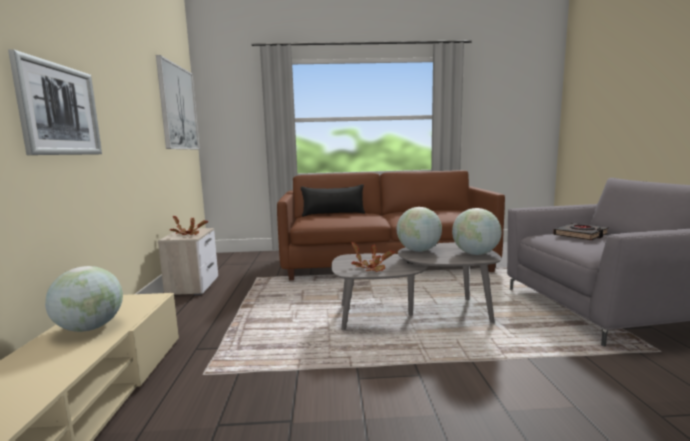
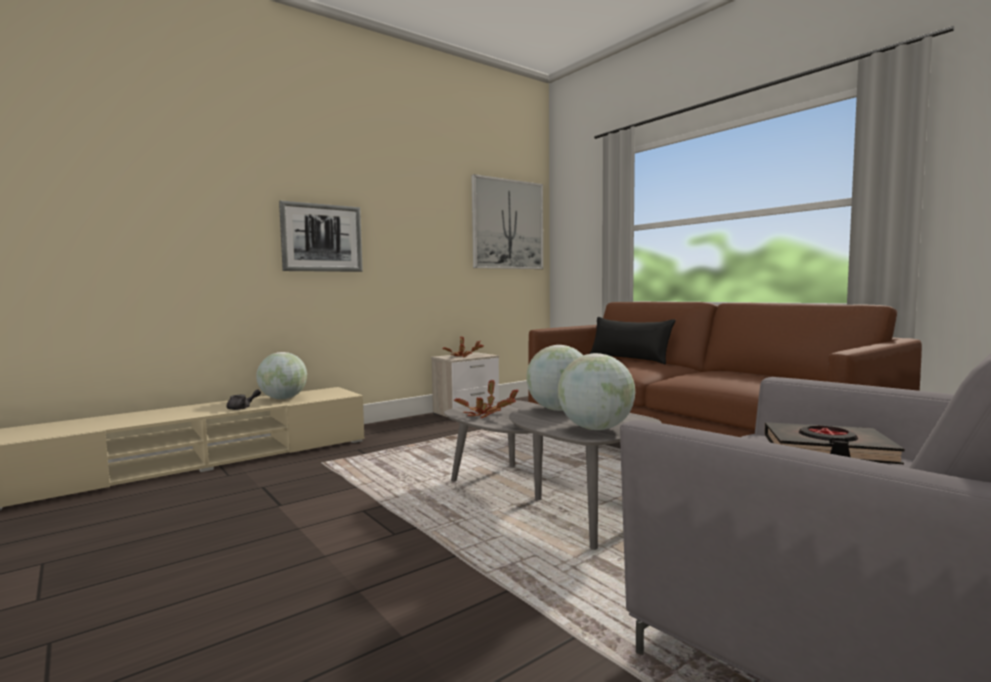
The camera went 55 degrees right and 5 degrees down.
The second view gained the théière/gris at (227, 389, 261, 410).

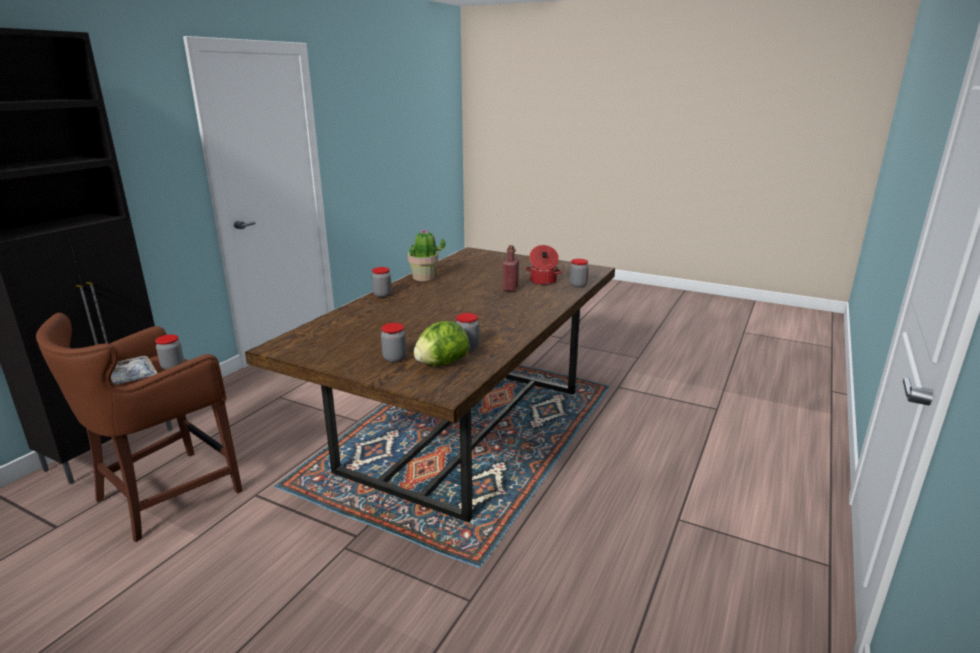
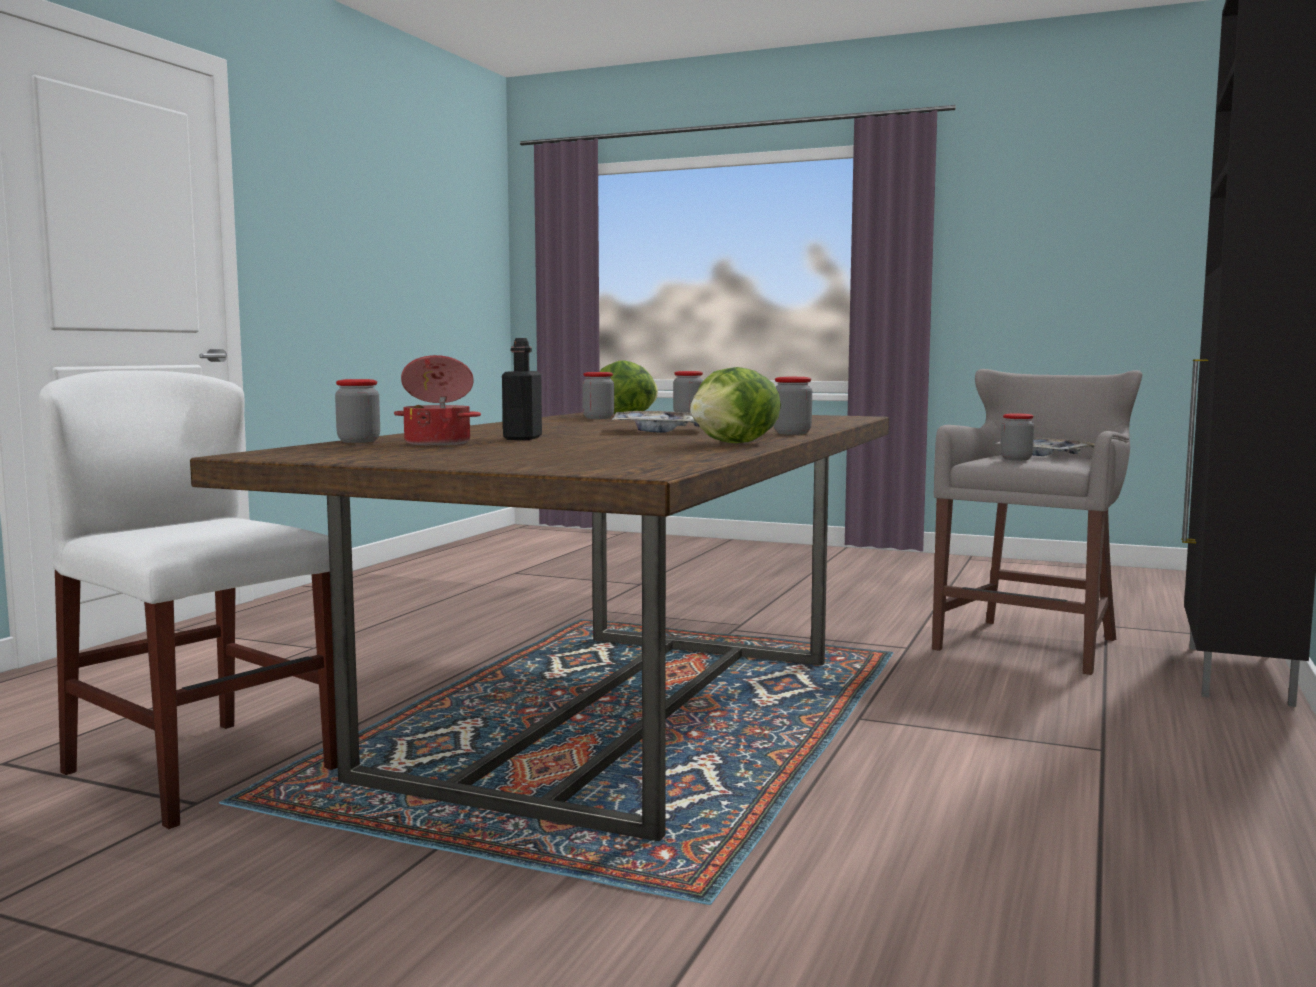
The camera went 175 degrees right and 15 degrees down.
Where the plante en pot stood at (408, 229, 445, 281), the laitue came to stand at (690, 367, 781, 443).
What was the bouteille/rouge at (502, 245, 519, 292) turned into the bouteille/noir at (502, 338, 542, 440).
What was the tabouret/marron at (36, 313, 243, 542) turned into the tabouret/gris at (932, 369, 1142, 675).
The second view gained the chaise/blanc at (39, 370, 338, 829).
The second view gained the plateau at (612, 411, 700, 433).

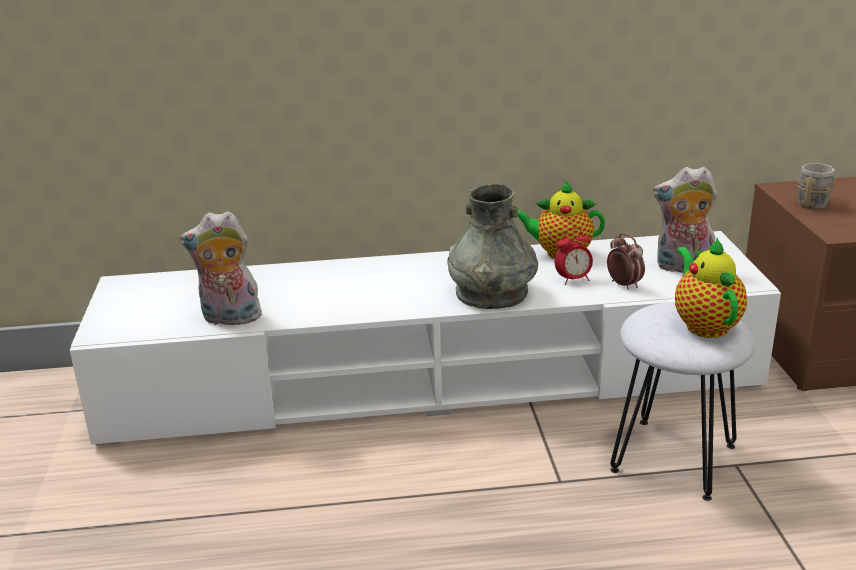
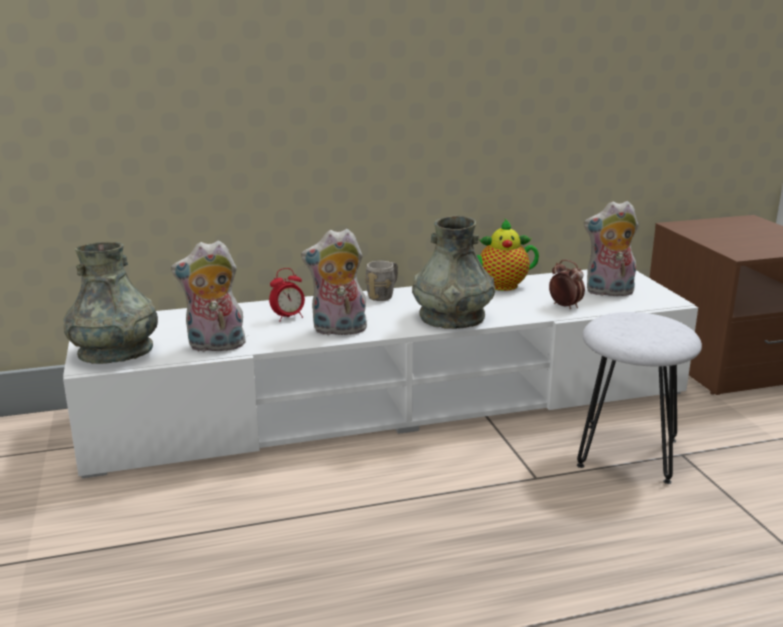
The camera went 10 degrees left and 5 degrees down.
The mug/gris ended up elsewhere, having gone from (797, 163, 834, 209) to (365, 261, 398, 301).
The réveil ended up elsewhere, having gone from (555, 227, 593, 285) to (269, 268, 305, 322).
The second view lost the théière at (675, 238, 747, 338).
The second view gained the peluche at (301, 229, 367, 335).
The second view gained the vase/gris at (64, 242, 158, 364).

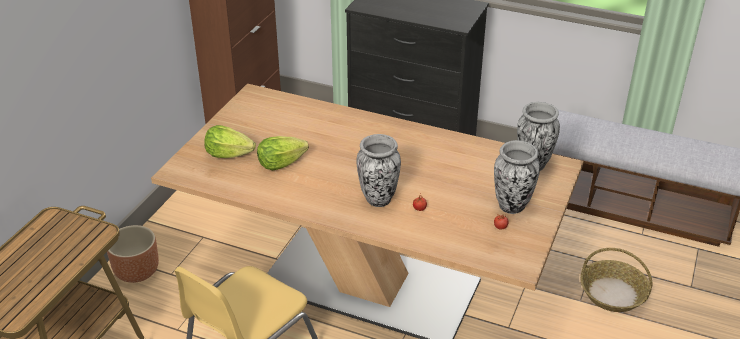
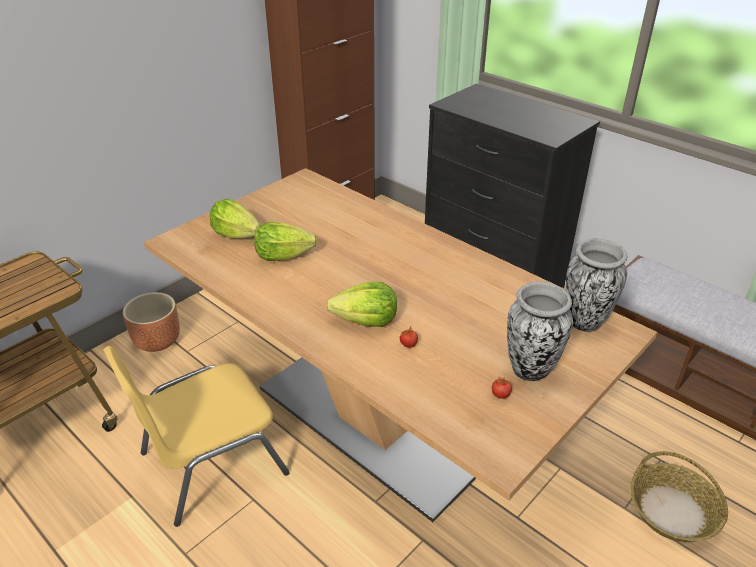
The camera went 20 degrees right and 0 degrees up.
Where the vase stood at (356, 134, 401, 207), the laitue came to stand at (326, 282, 397, 327).

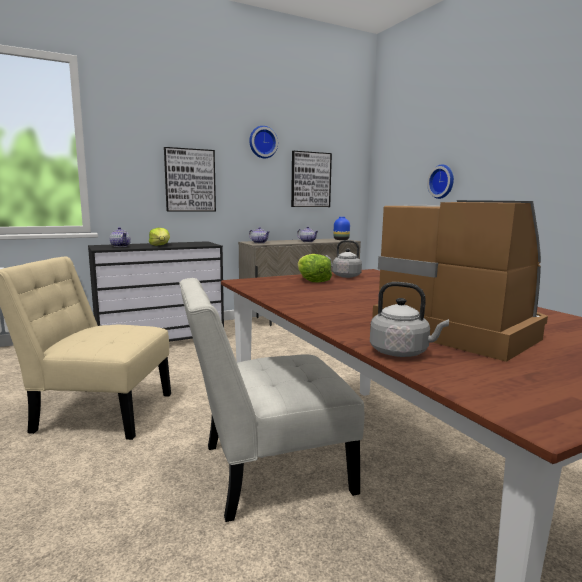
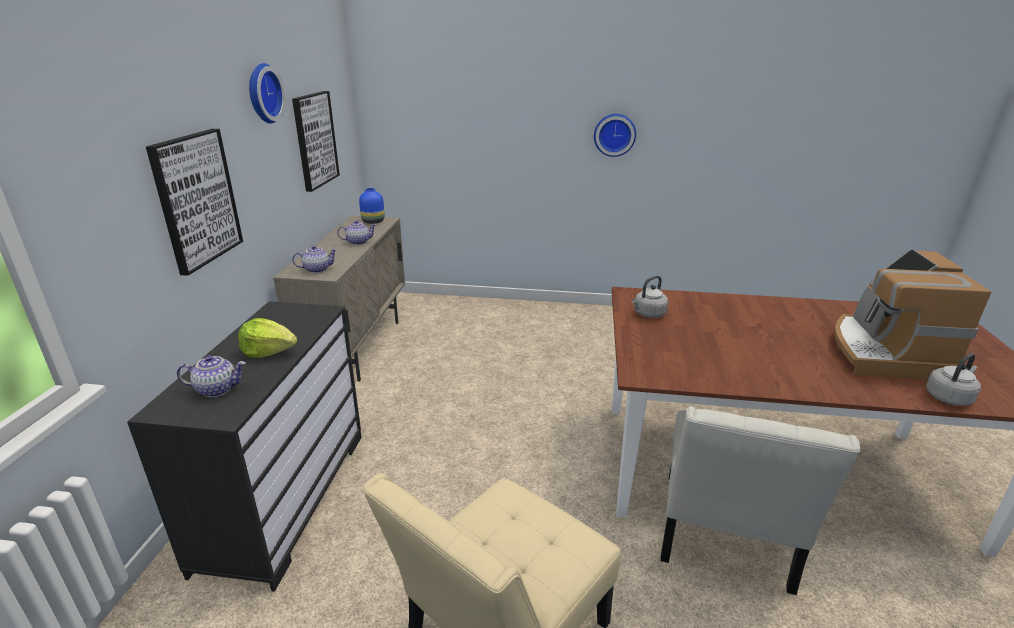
The camera went 55 degrees left and 15 degrees up.
The horloge murale ended up elsewhere, having gone from (427, 164, 454, 199) to (594, 114, 636, 157).
The machine à café at (372, 200, 548, 362) ended up facing another way, 75 degrees counterclockwise from before.
The second view lost the laitue at (298, 254, 332, 283).

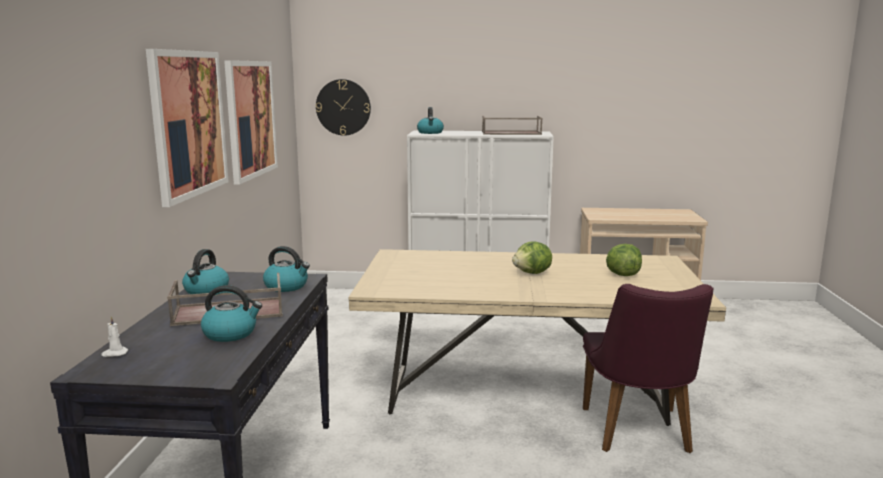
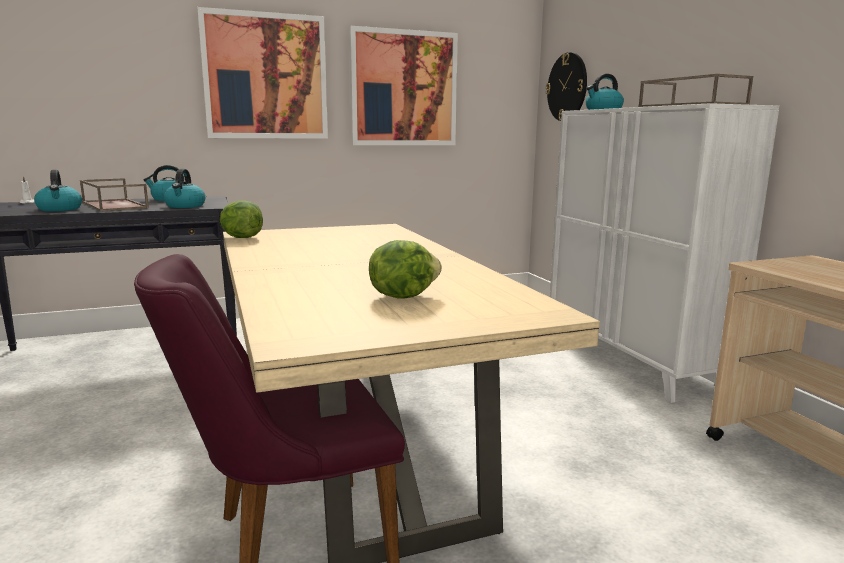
The camera went 65 degrees right and 0 degrees up.
The laitue ended up elsewhere, having gone from (512, 241, 552, 274) to (220, 201, 263, 238).

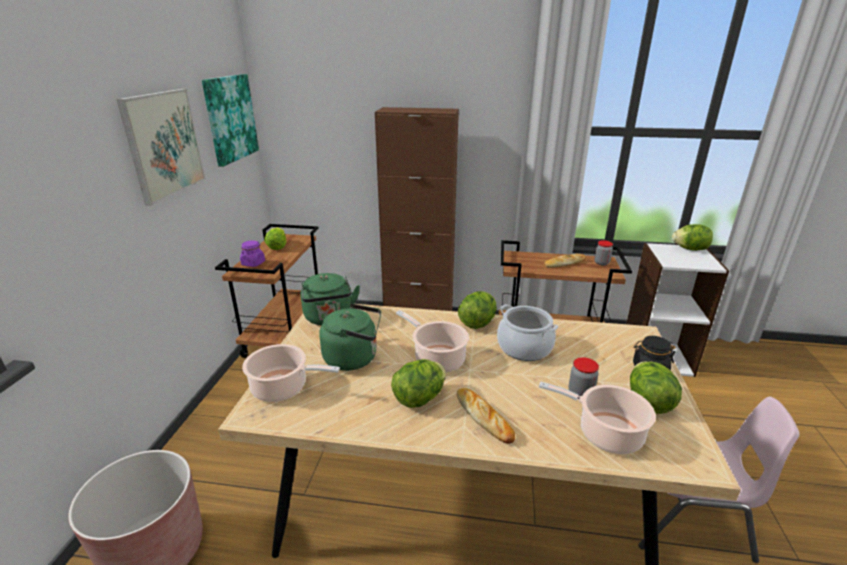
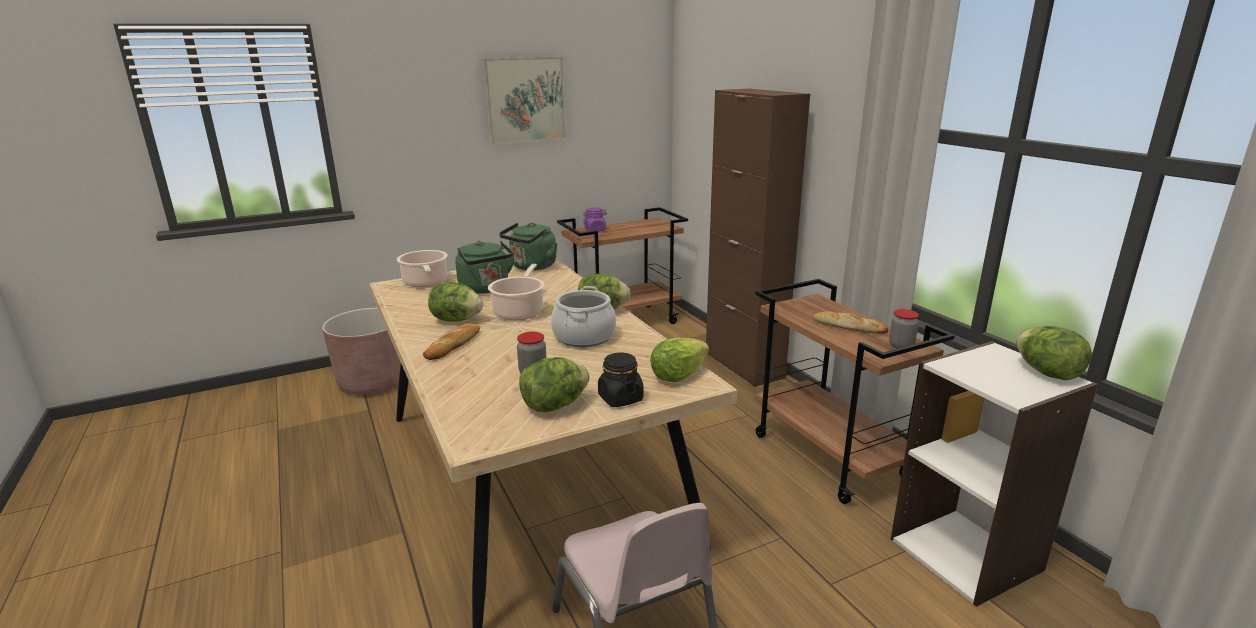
The camera went 55 degrees right and 5 degrees down.
The second view lost the tableau at (202, 74, 259, 167).
The laitue ended up elsewhere, having gone from (264, 227, 287, 250) to (650, 338, 709, 382).
The second view lost the marmite at (539, 382, 656, 454).

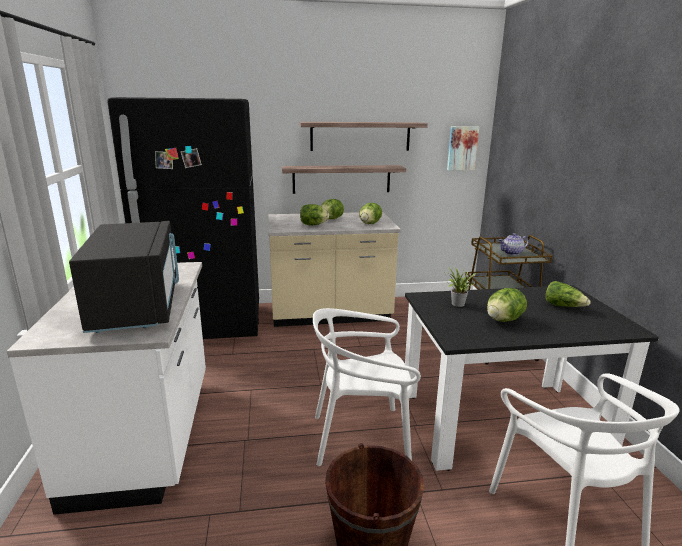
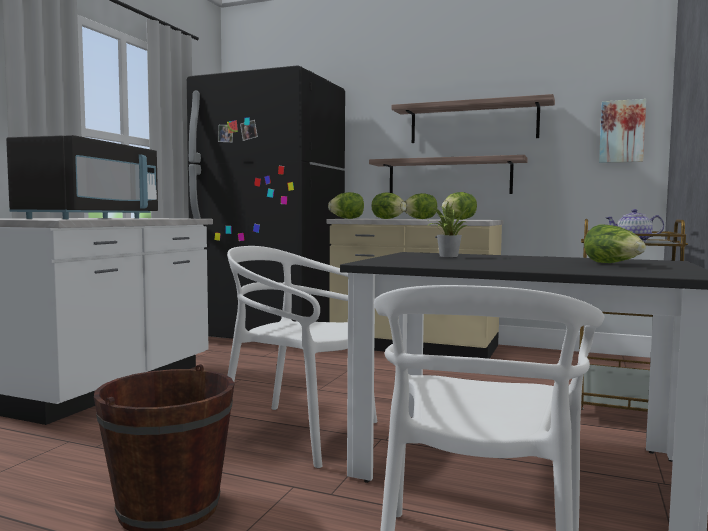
The camera went 30 degrees right and 15 degrees down.
The laitue ended up elsewhere, having gone from (487, 288, 527, 322) to (328, 192, 364, 219).

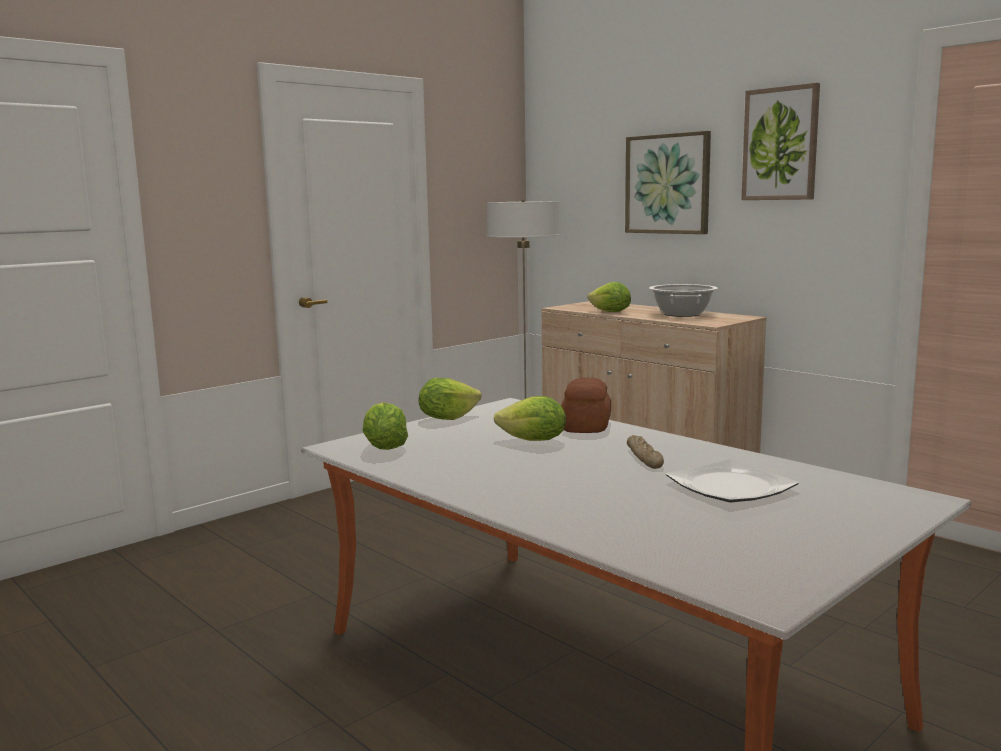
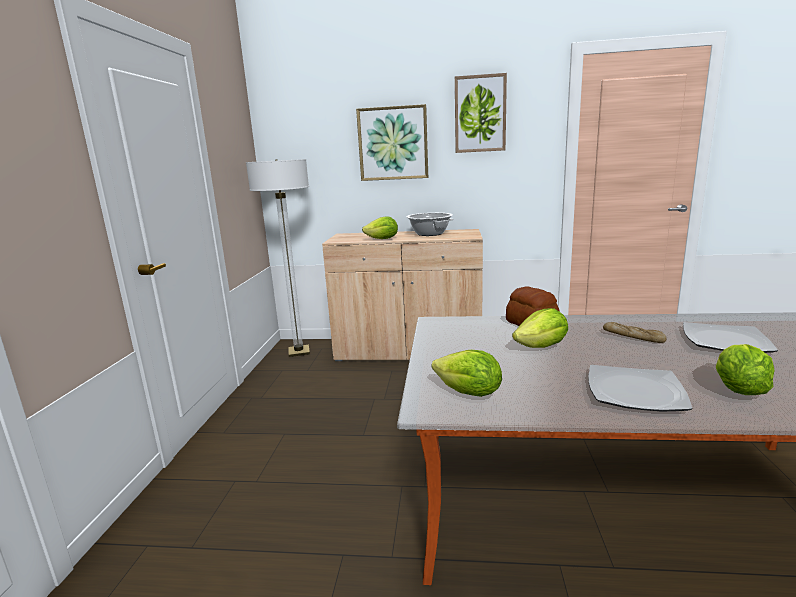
The camera went 40 degrees left and 5 degrees up.
The laitue ended up elsewhere, having gone from (419, 378, 481, 420) to (716, 344, 775, 395).
The second view gained the assiette at (588, 365, 692, 412).

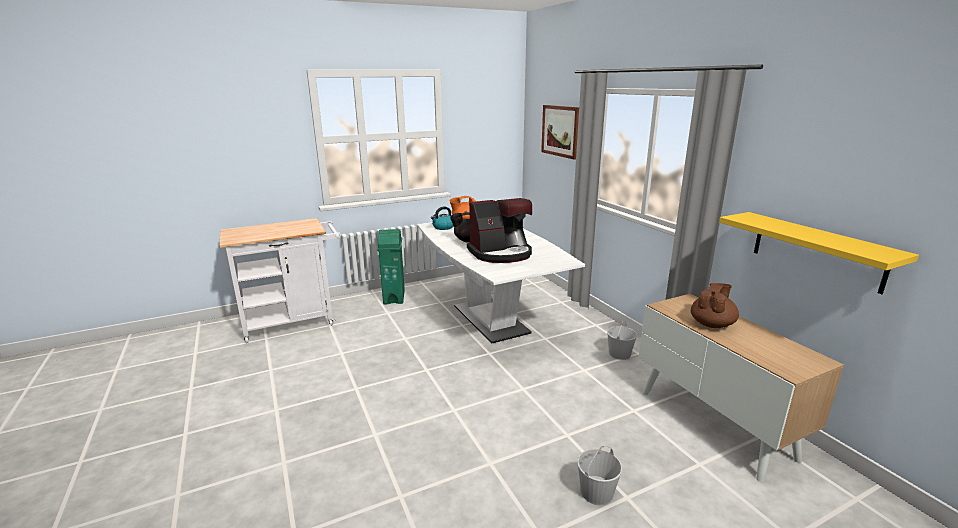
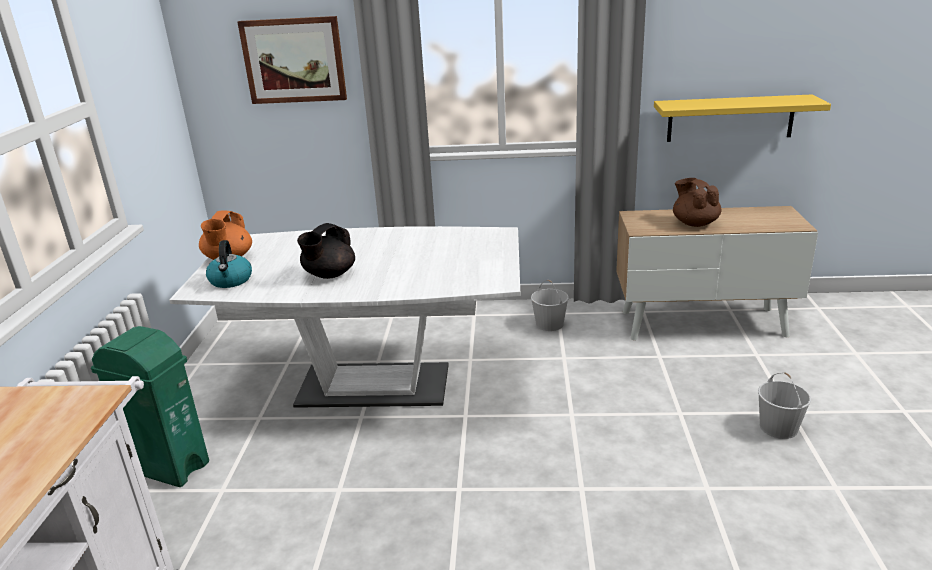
The camera went 60 degrees left and 5 degrees up.
The second view lost the machine à café at (467, 198, 532, 263).

